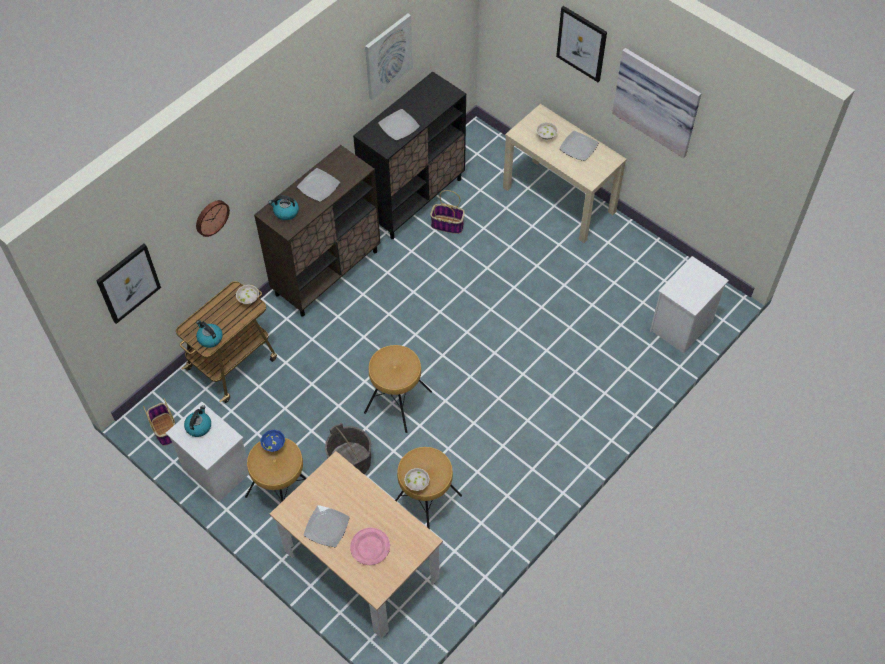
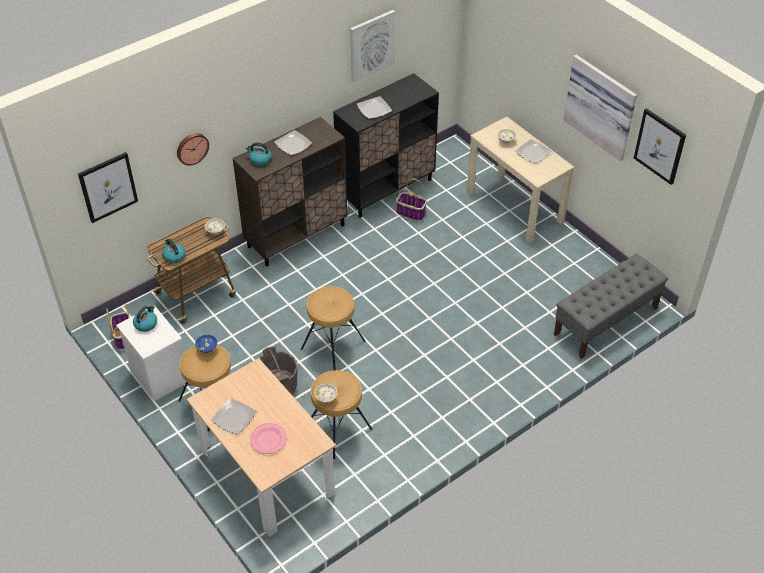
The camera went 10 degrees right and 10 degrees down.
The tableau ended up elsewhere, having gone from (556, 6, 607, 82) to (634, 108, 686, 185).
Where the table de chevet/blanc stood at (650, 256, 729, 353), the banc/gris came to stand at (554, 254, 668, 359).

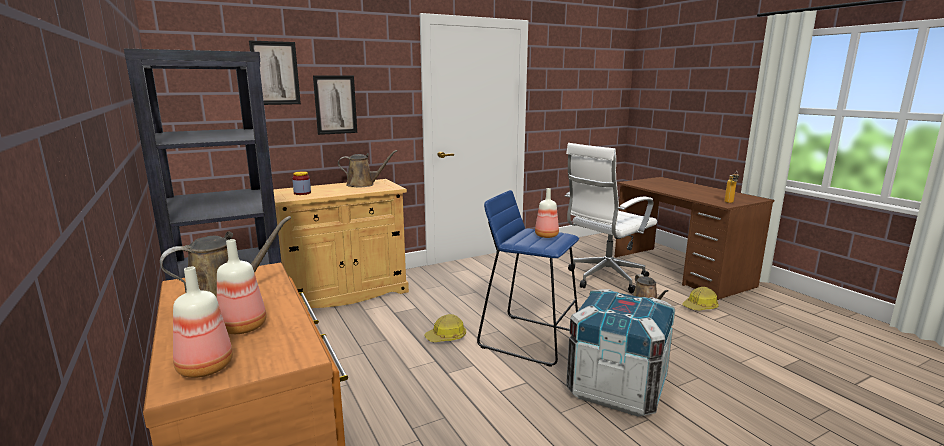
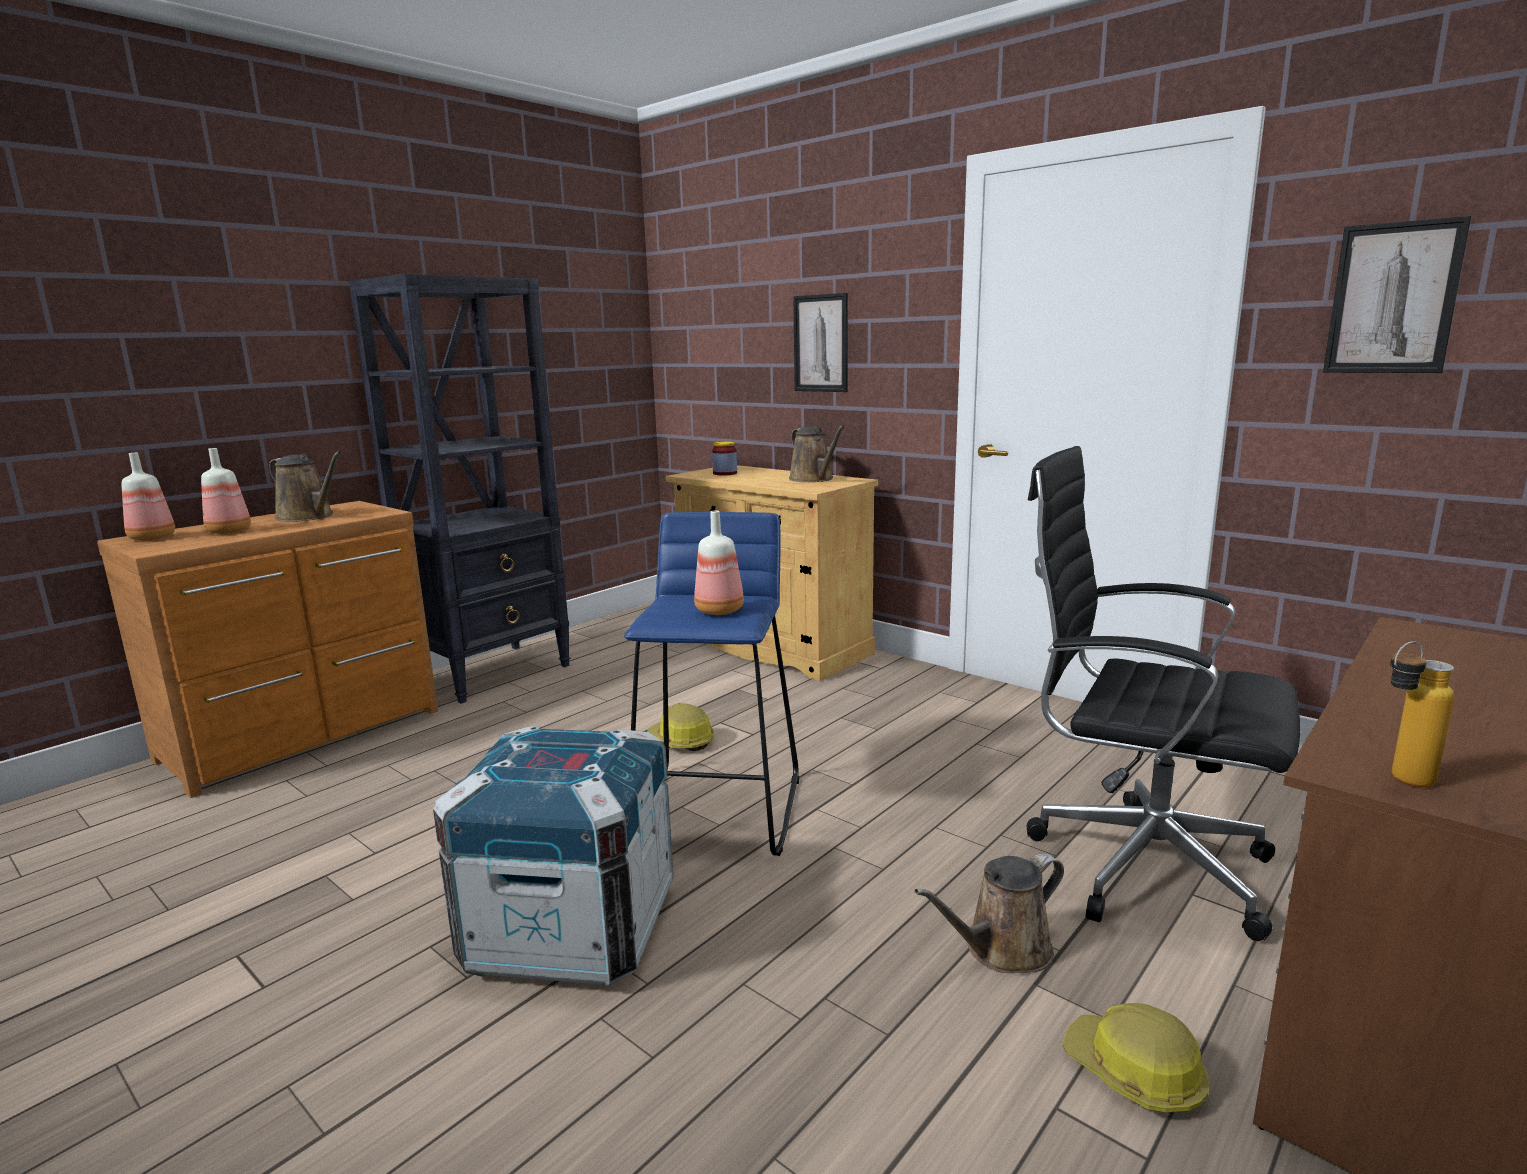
The camera went 70 degrees right and 0 degrees up.
The tableau ended up elsewhere, having gone from (249, 40, 301, 105) to (1323, 216, 1471, 373).
What was the chaise de bureau/blanc at (565, 143, 657, 293) turned into the chaise de bureau/noir at (1027, 446, 1300, 941).

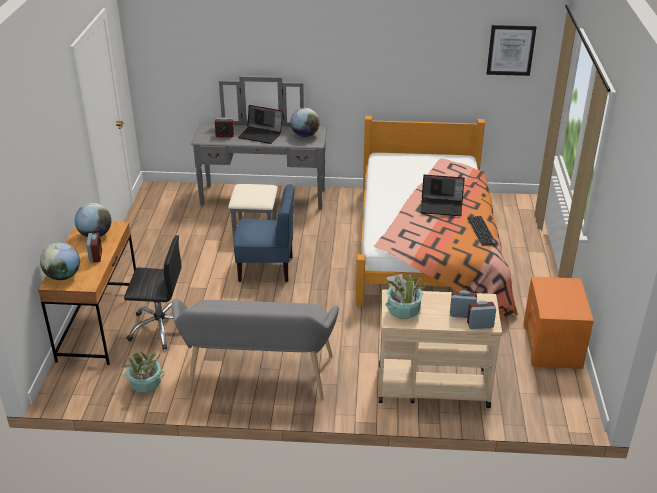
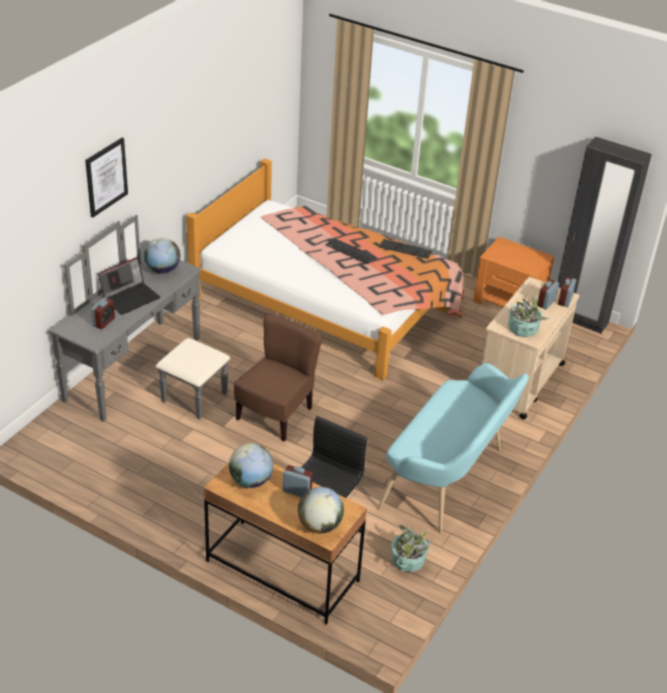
The camera went 65 degrees left and 5 degrees up.
The tableau ended up elsewhere, having gone from (486, 25, 537, 76) to (85, 138, 128, 218).
Where the ordinateur portable stood at (420, 175, 465, 216), the clavier came to stand at (326, 238, 376, 264).
What was the chaise/bleu at (233, 184, 294, 282) turned into the chaise/marron at (234, 313, 323, 442).
What was the banc/gris at (172, 299, 339, 399) turned into the banc/turquoise at (378, 363, 529, 533).
The second view gained the armoire/noir at (558, 137, 652, 334).

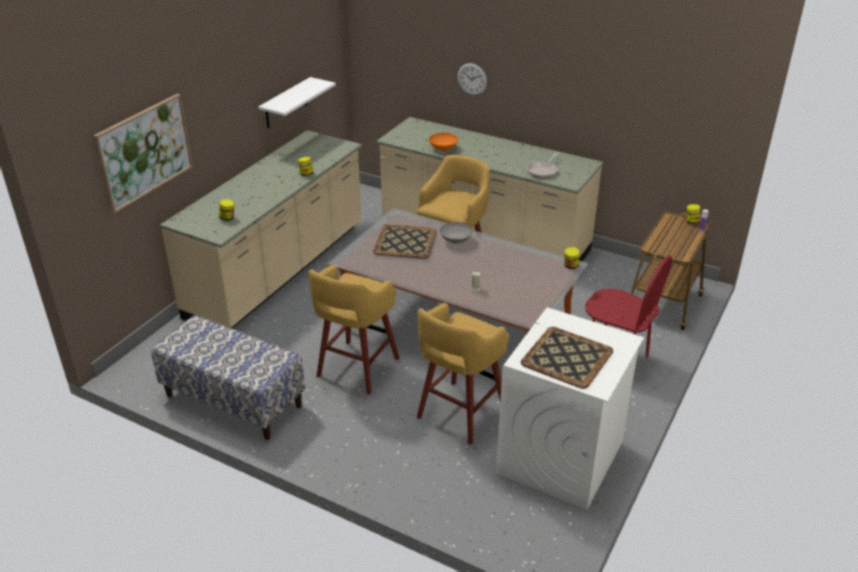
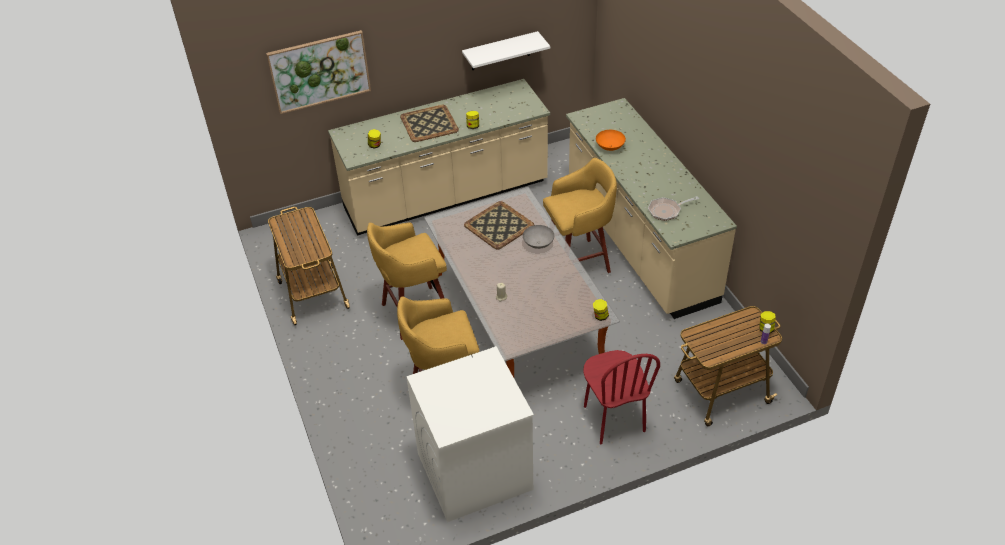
The camera went 40 degrees right and 10 degrees up.
The second view lost the horloge murale at (458, 63, 487, 95).
Where the banc stood at (151, 315, 305, 440), the chariot came to stand at (268, 207, 350, 325).
The plateau ended up elsewhere, having gone from (521, 327, 613, 389) to (400, 105, 459, 142).

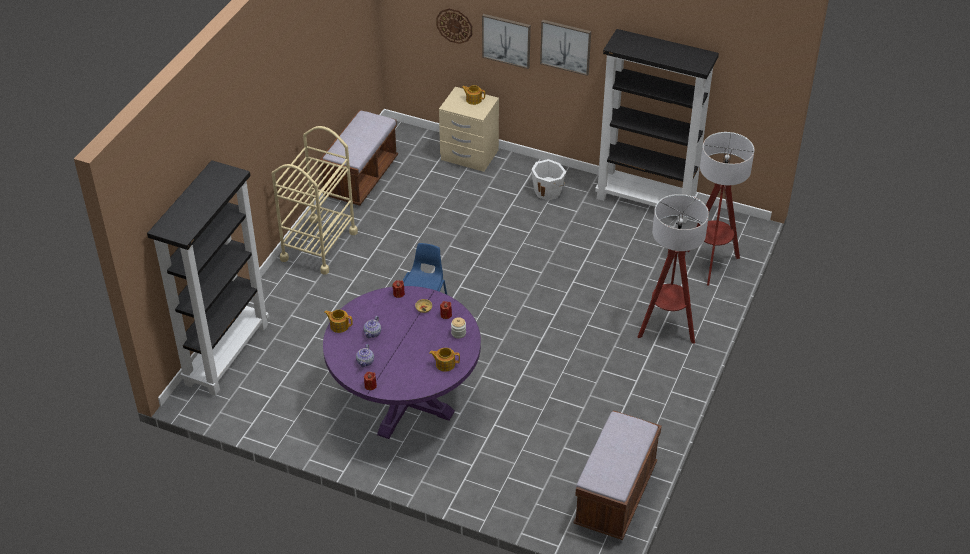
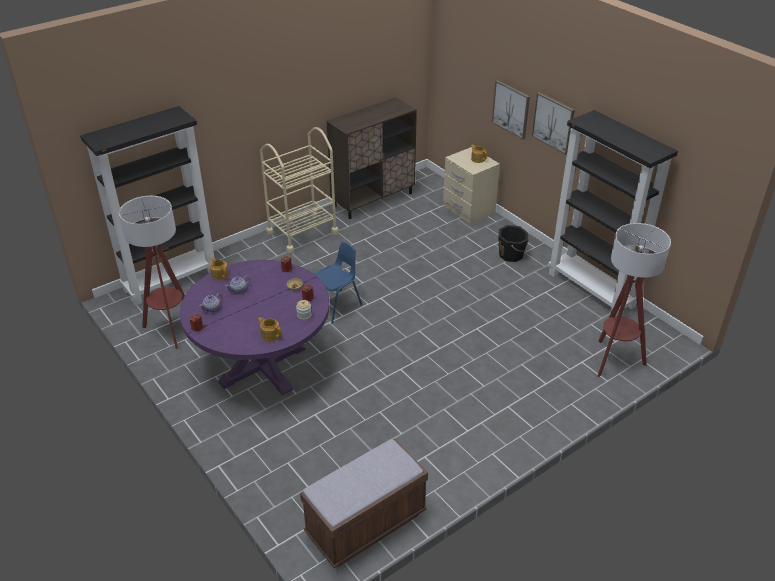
The camera went 30 degrees right and 5 degrees down.
The second view lost the horloge murale at (436, 8, 472, 44).
Where the banc/marron stood at (320, 110, 398, 206), the meuble de rangement/marron came to stand at (327, 97, 417, 219).
What was the seau/blanc at (531, 159, 566, 201) turned into the seau/noir at (499, 225, 528, 262).
The lampadaire ended up elsewhere, having gone from (638, 194, 709, 344) to (119, 196, 185, 349).

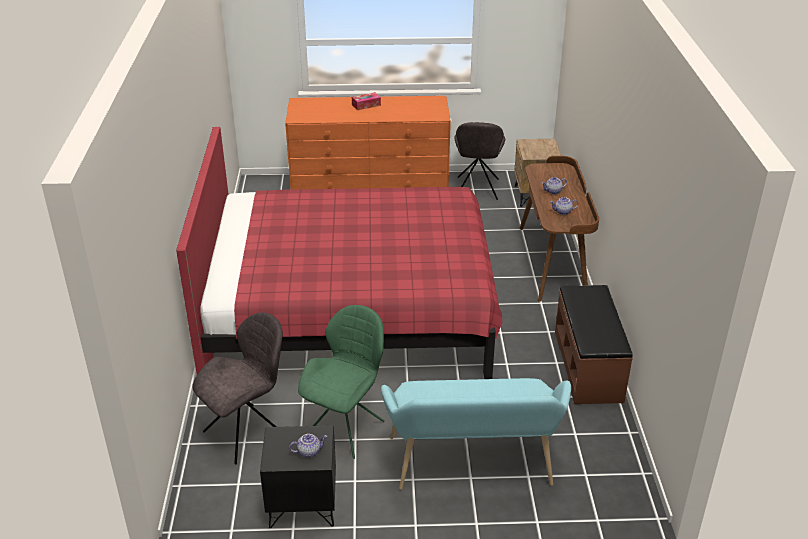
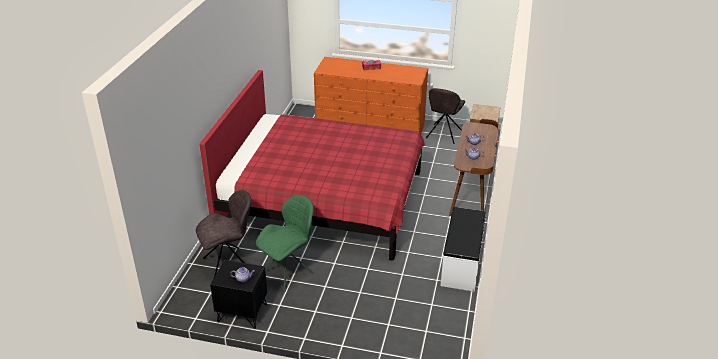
The camera went 15 degrees right and 0 degrees up.
What was the banc/marron at (555, 285, 633, 404) turned into the banc/blanc at (440, 207, 486, 292).
The second view lost the banc/turquoise at (381, 378, 571, 490).

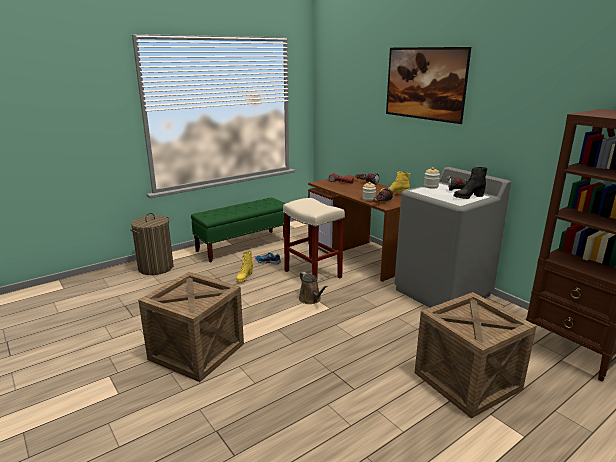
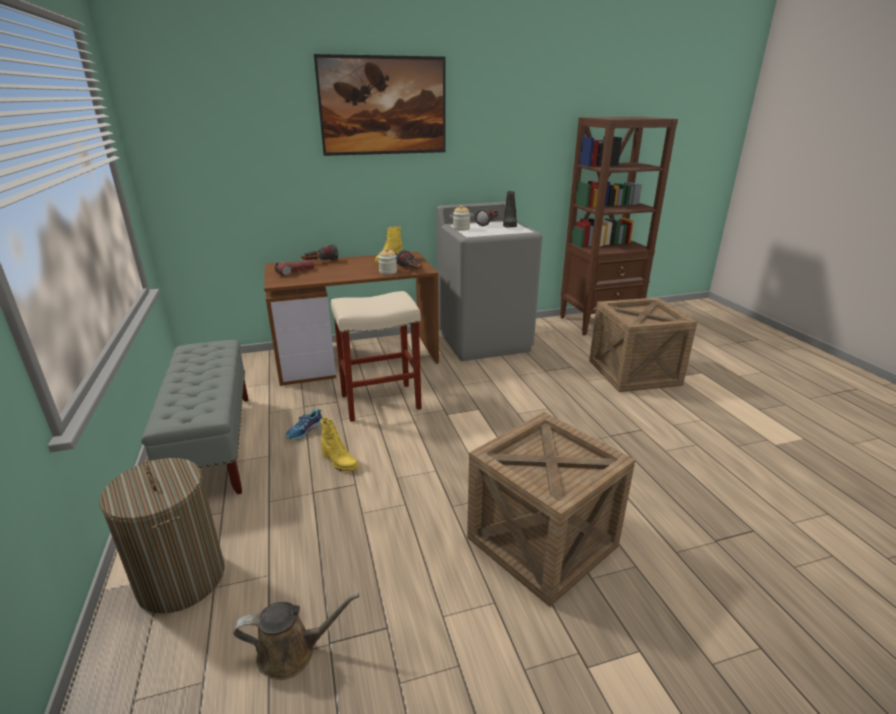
The camera went 70 degrees left and 5 degrees up.
What was the banc/vert at (191, 198, 286, 262) turned into the banc/gris at (141, 340, 249, 494).
The arrosoir/marron ended up elsewhere, having gone from (299, 272, 328, 304) to (234, 593, 359, 680).

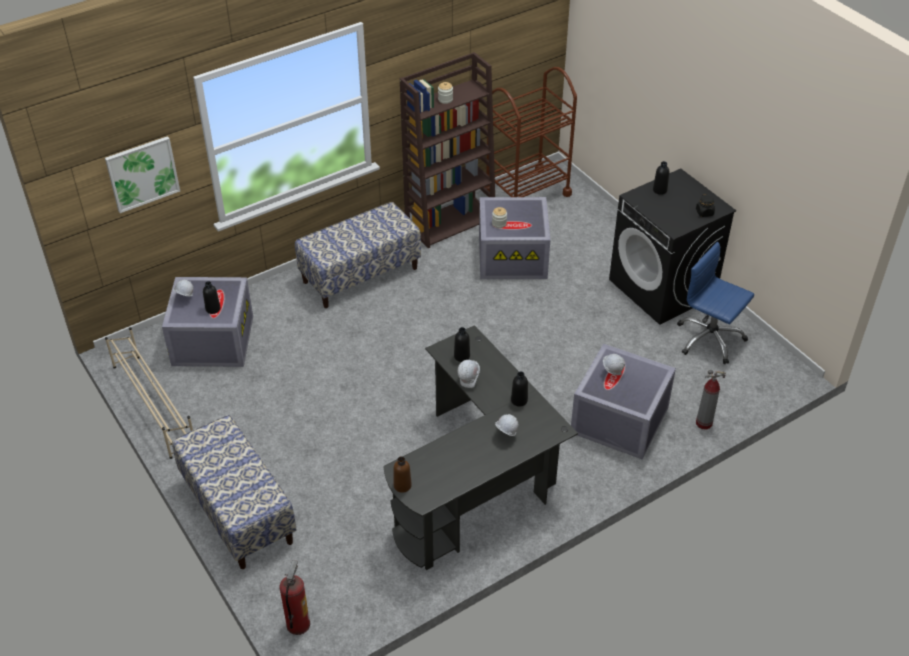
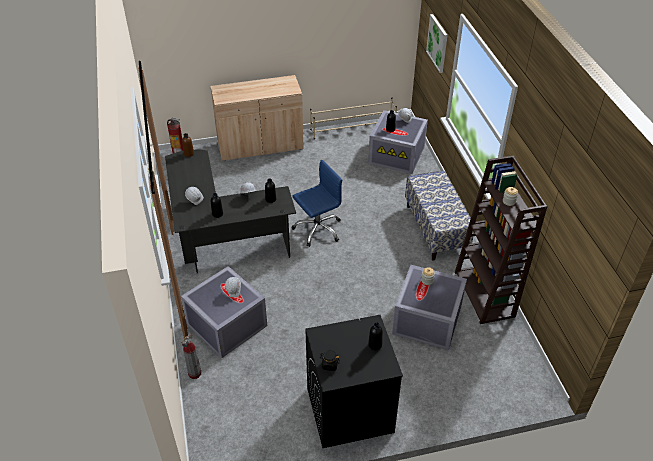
The camera went 110 degrees right and 0 degrees up.
The second view lost the chariot/marron at (484, 67, 577, 197).
The chaise de bureau/bleu ended up elsewhere, having gone from (677, 242, 754, 364) to (292, 160, 342, 247).
Where the banc stood at (172, 415, 297, 569), the meuble de rangement/beige came to stand at (210, 75, 304, 161).

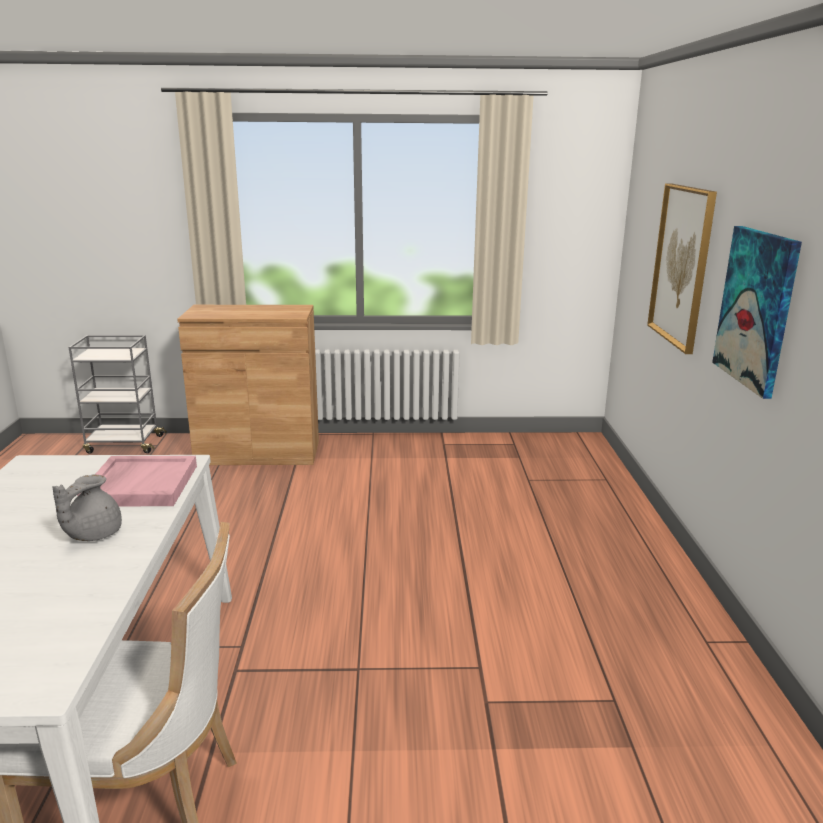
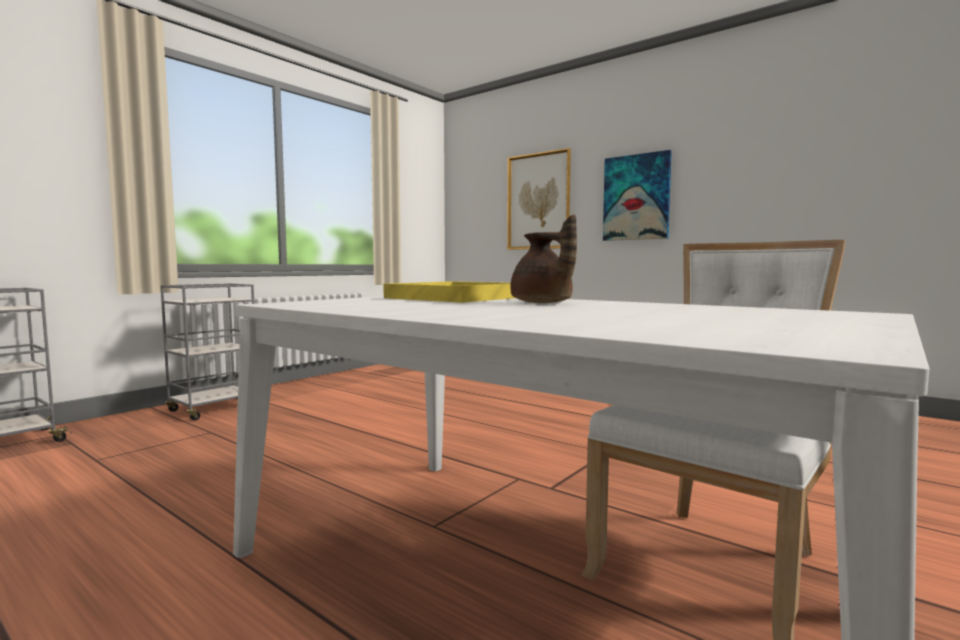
The camera went 50 degrees left and 15 degrees down.
Where the meuble de rangement/marron stood at (177, 305, 319, 465), the chariot/gris came to stand at (160, 283, 254, 420).
What was the plateau/rose at (77, 456, 197, 506) turned into the plateau/jaune at (383, 281, 515, 303).
What was the théière/gris at (52, 475, 122, 541) turned into the théière/marron at (511, 214, 577, 303).

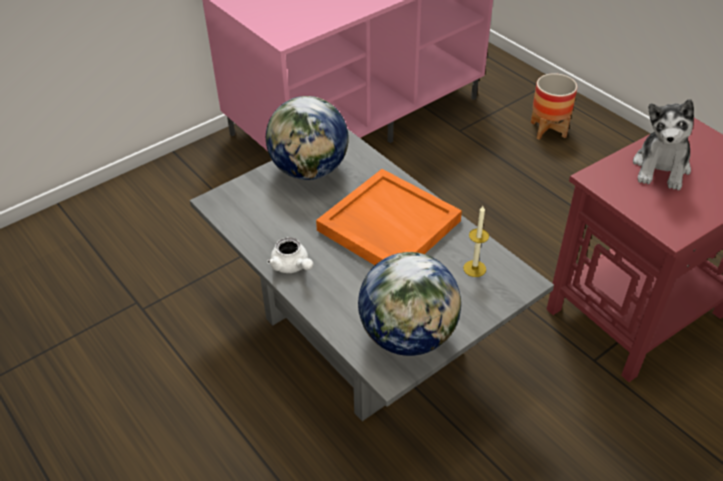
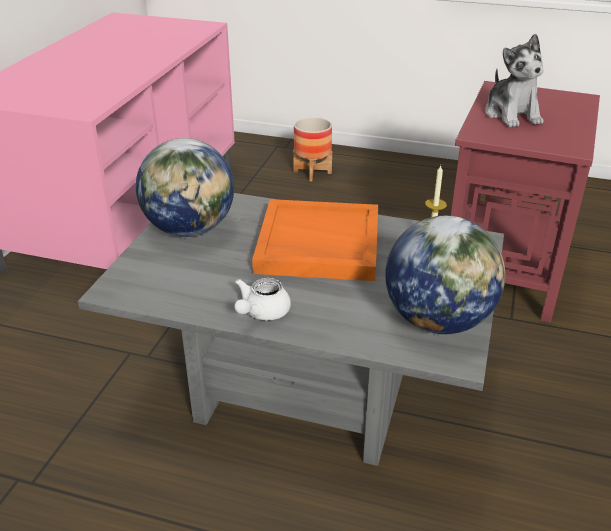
The camera went 35 degrees left and 10 degrees down.
The théière/blanc at (267, 237, 313, 273) ended up facing another way, 105 degrees clockwise from before.

